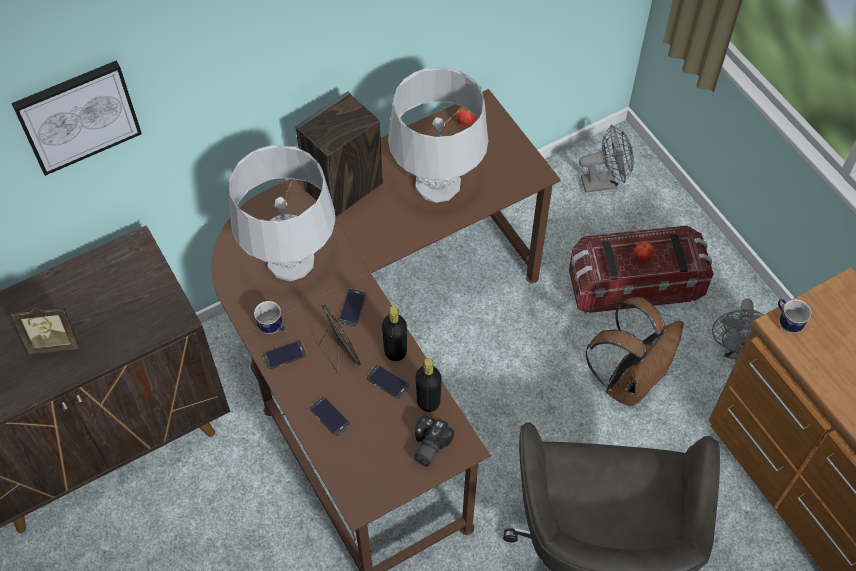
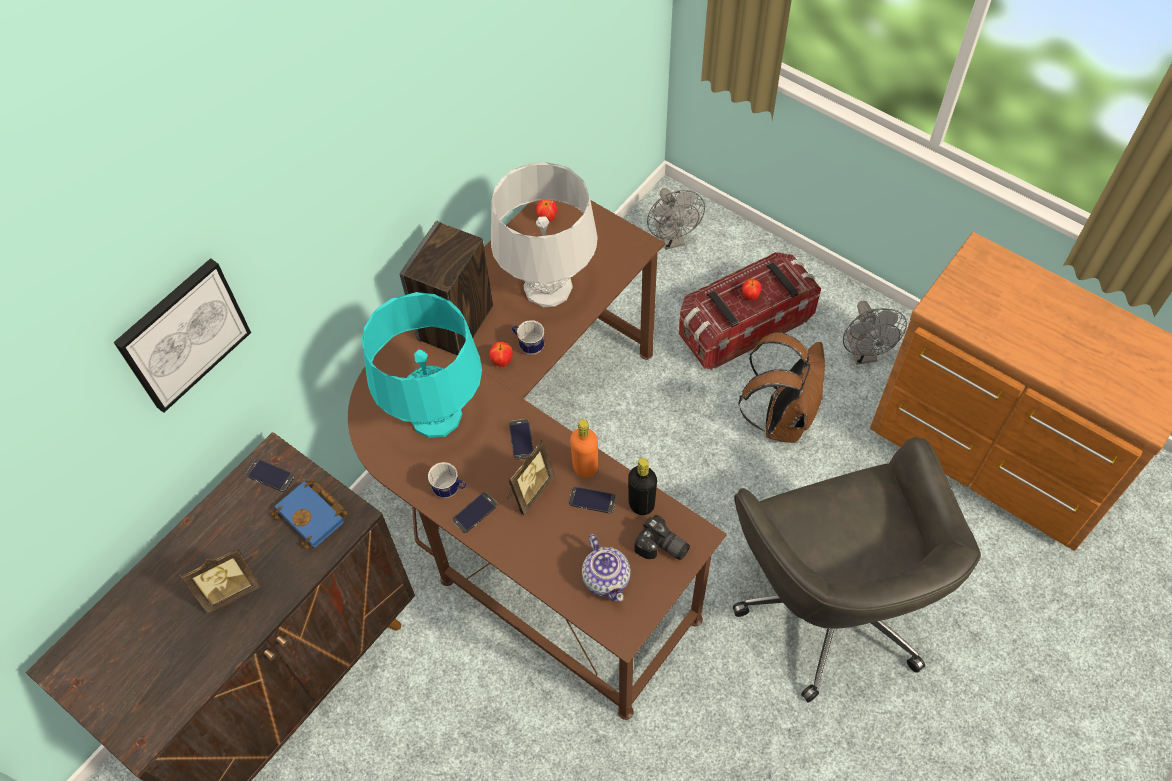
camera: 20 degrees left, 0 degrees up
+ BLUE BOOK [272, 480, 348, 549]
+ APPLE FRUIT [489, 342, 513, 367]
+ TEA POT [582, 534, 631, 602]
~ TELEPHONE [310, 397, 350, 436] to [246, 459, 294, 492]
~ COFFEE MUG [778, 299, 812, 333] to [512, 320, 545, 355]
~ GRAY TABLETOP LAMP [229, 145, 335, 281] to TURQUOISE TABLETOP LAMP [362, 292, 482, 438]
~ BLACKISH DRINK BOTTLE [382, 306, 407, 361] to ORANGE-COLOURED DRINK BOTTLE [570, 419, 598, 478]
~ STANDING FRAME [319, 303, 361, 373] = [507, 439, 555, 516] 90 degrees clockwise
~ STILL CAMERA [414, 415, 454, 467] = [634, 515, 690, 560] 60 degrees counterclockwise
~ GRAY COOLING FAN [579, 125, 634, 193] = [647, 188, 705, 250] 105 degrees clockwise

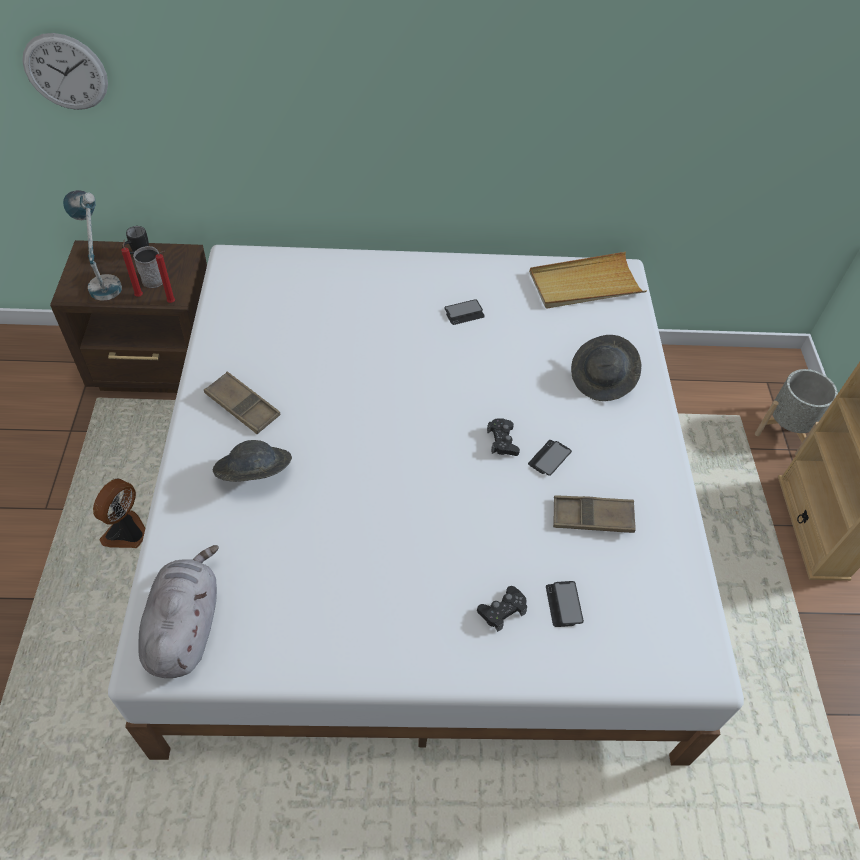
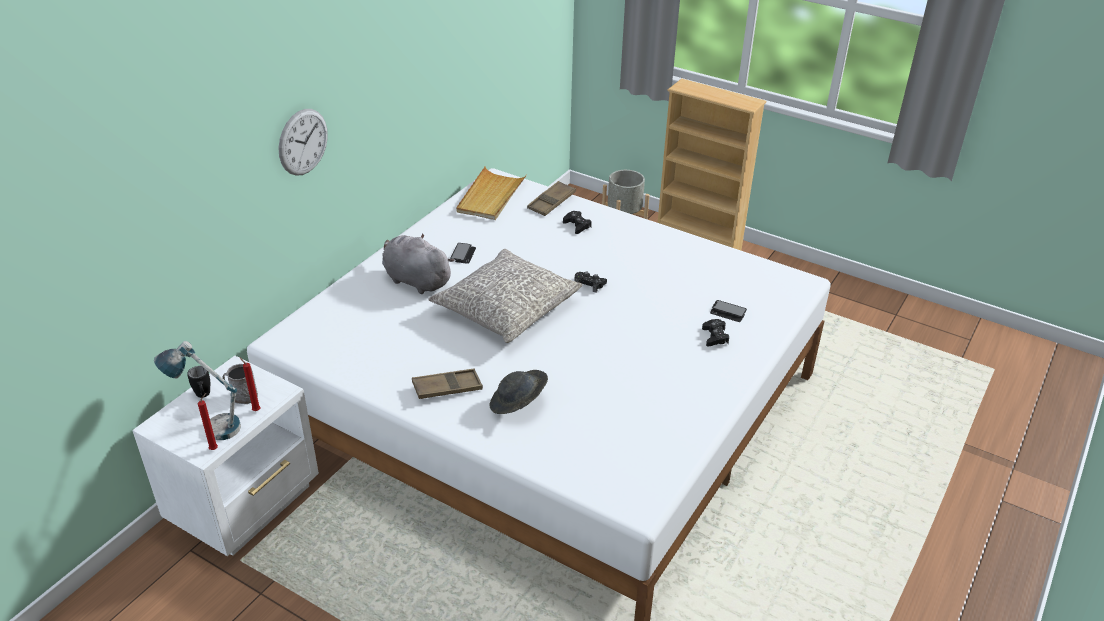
camera: 55 degrees left, 15 degrees down
- COOLING FAN [93, 478, 146, 548]
- TELEPHONE [528, 440, 572, 476]
+ GRAY THROW PILLOW [428, 249, 582, 343]
~ CLOCK ON THE WALL [22, 33, 108, 110] to [279, 109, 328, 176]
~ GRAY PLUSH TOY [138, 545, 219, 678] to [382, 234, 455, 294]
~ RED WAX CANDLE [156, 251, 175, 303] to [198, 393, 218, 450]
~ BROWNISH CARRYING TRAY [553, 495, 636, 533] to [527, 181, 576, 216]
~ GRAY WEARABLE HAT [571, 335, 641, 401] to BLACKISH GAME CONTROLLER [563, 211, 592, 234]
~ BROWNISH NIGHT TABLE [50, 240, 207, 393] to WHITE-COLOURED NIGHT TABLE [132, 356, 319, 556]

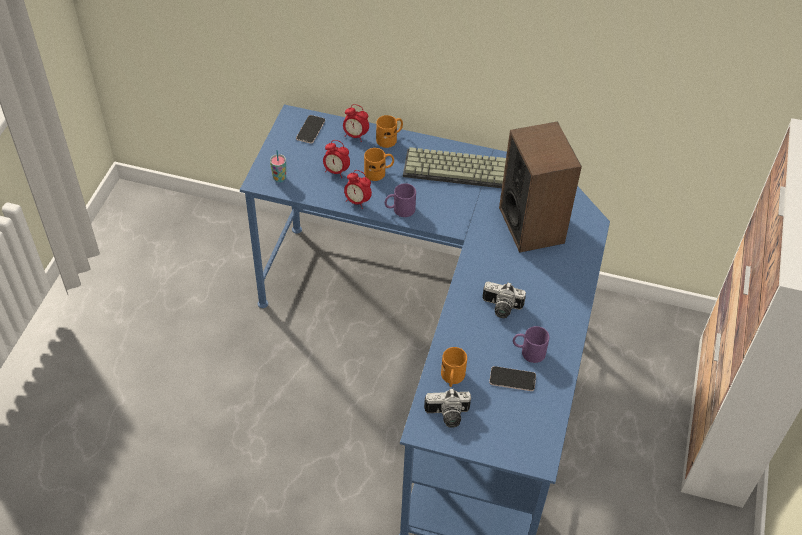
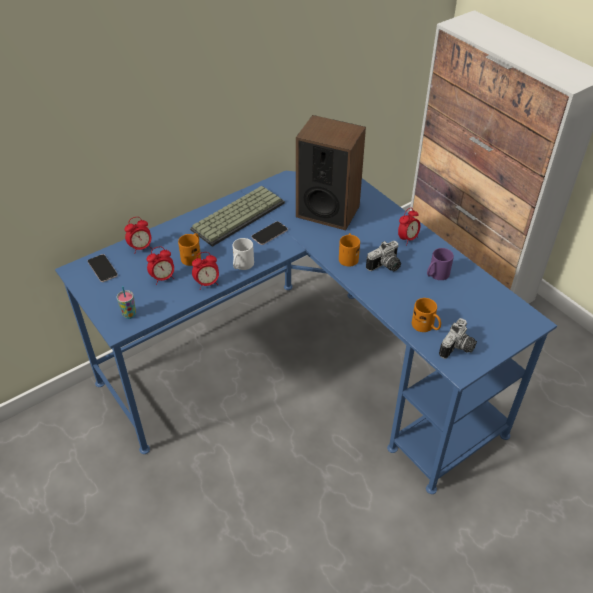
camera: 50 degrees left, 5 degrees down
+ ALARM CLOCK [398, 208, 420, 245]
~ ORANGE-COLOURED COFFEE MUG [376, 115, 403, 148] to [339, 233, 360, 267]
~ TELEPHONE [489, 366, 536, 391] to [252, 221, 288, 245]
~ PURPLISH COFFEE MUG [385, 183, 416, 217] to WHITE-COLOURED COFFEE MUG [233, 238, 254, 270]

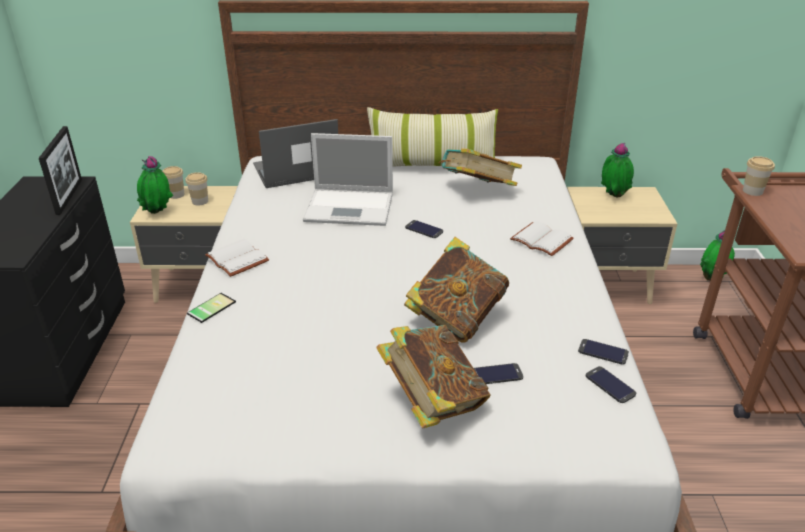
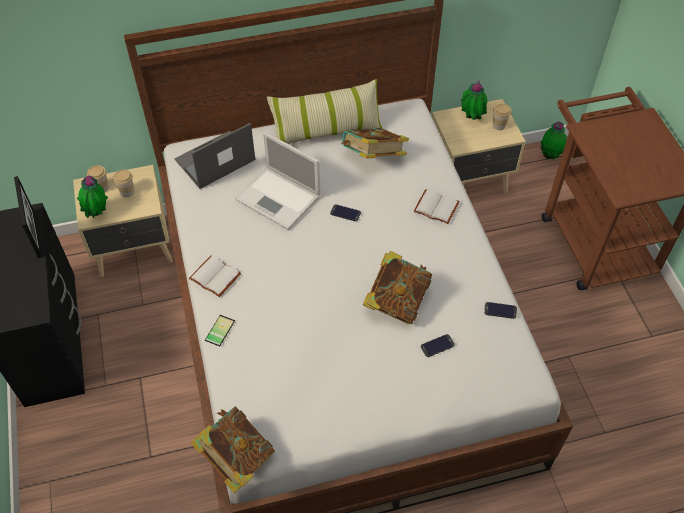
camera: 15 degrees left, 20 degrees up
- TELEPHONE [586, 366, 636, 403]
~ BOOK [376, 325, 491, 428] to [191, 406, 275, 493]
~ SMALL CUP [743, 156, 775, 196] to [493, 103, 511, 130]
~ PORTABLE COMPUTER [303, 133, 393, 226] = [236, 132, 320, 230] 45 degrees clockwise

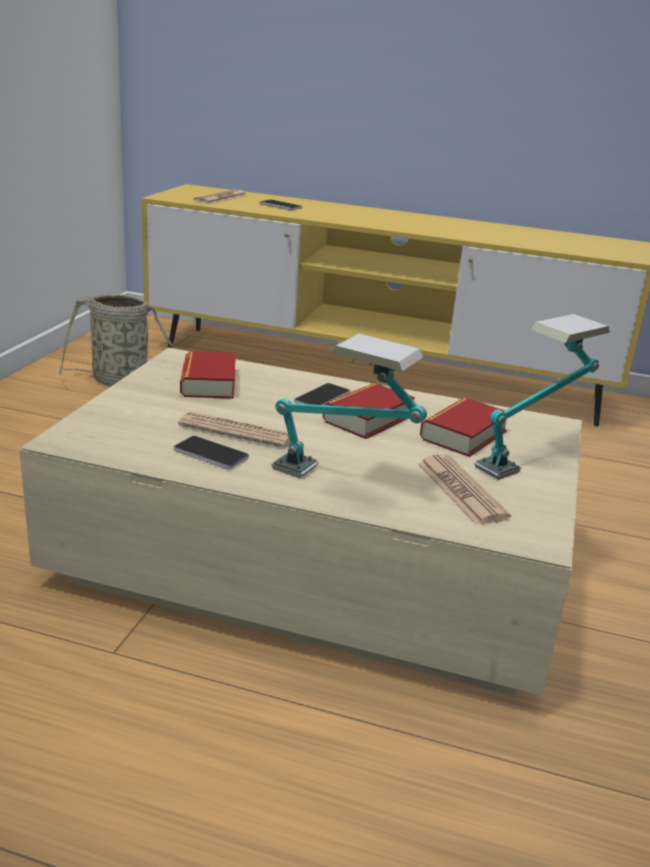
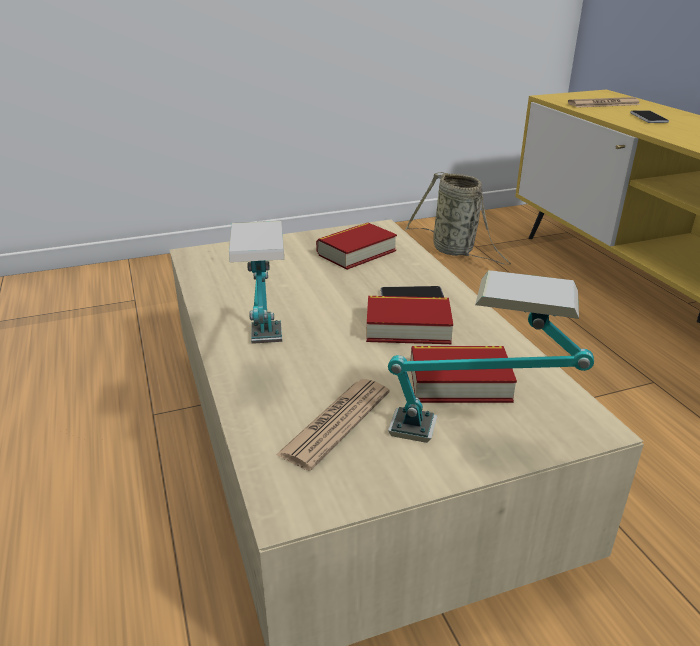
camera: 55 degrees right, 5 degrees up
- TELEPHONE [173, 436, 249, 469]
- NEWSPAPER [178, 412, 290, 448]

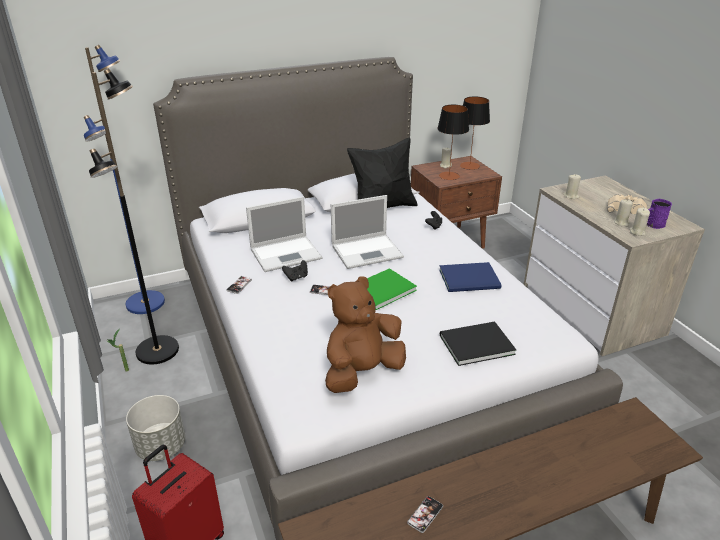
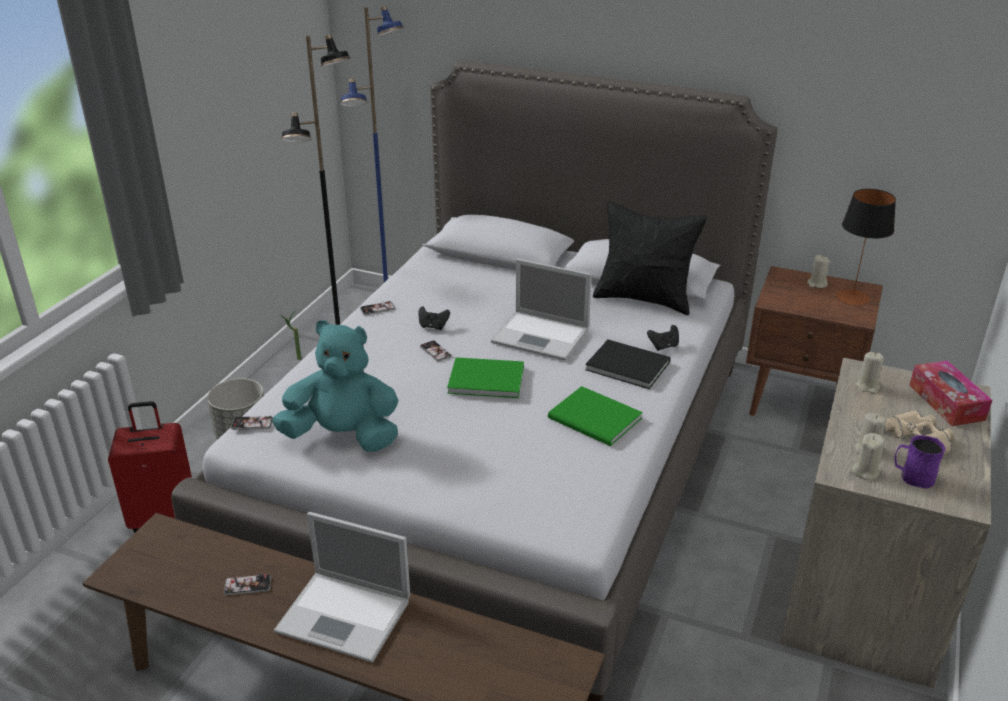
camera: 45 degrees right, 0 degrees up
- TABLETOP LAMP [437, 105, 469, 180]
+ TELEPHONE [231, 415, 273, 430]
+ BOX OF TISSUES [910, 360, 992, 426]
~ PORTABLE COMPUTER [246, 196, 322, 272] to [274, 512, 410, 663]
~ BLACKISH BOOK [440, 321, 516, 366] to [585, 340, 670, 389]
~ BROWNISH PLUSH TOY [325, 276, 406, 393] to TURQUOISE PLUSH TOY [272, 320, 399, 452]
~ BLUE BOOK [439, 262, 501, 292] to GREEN-COLOURED BOOK [548, 386, 643, 446]

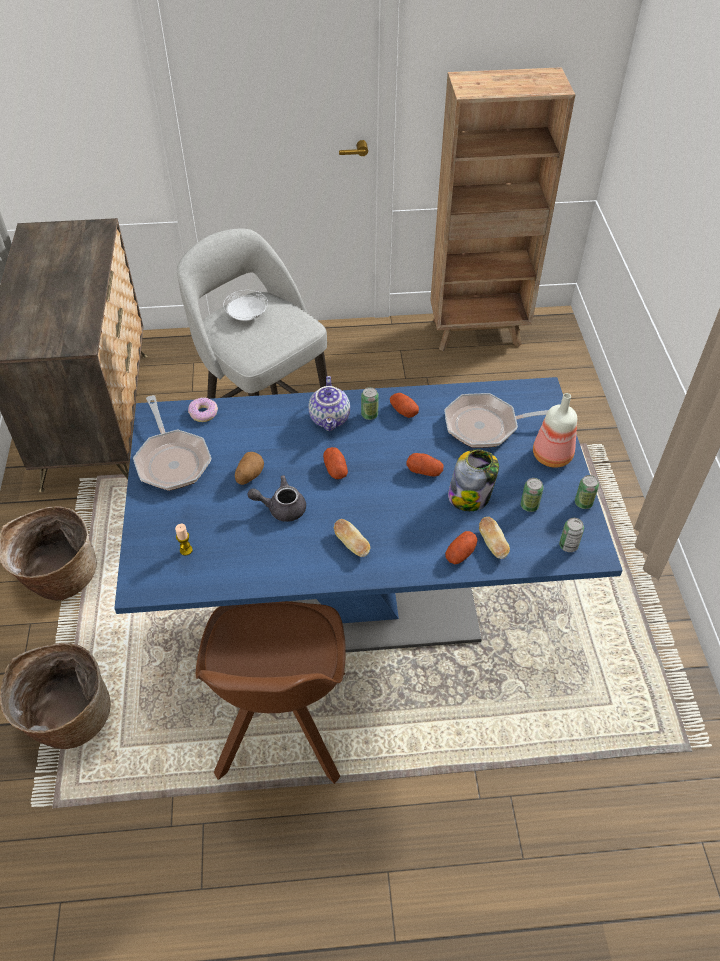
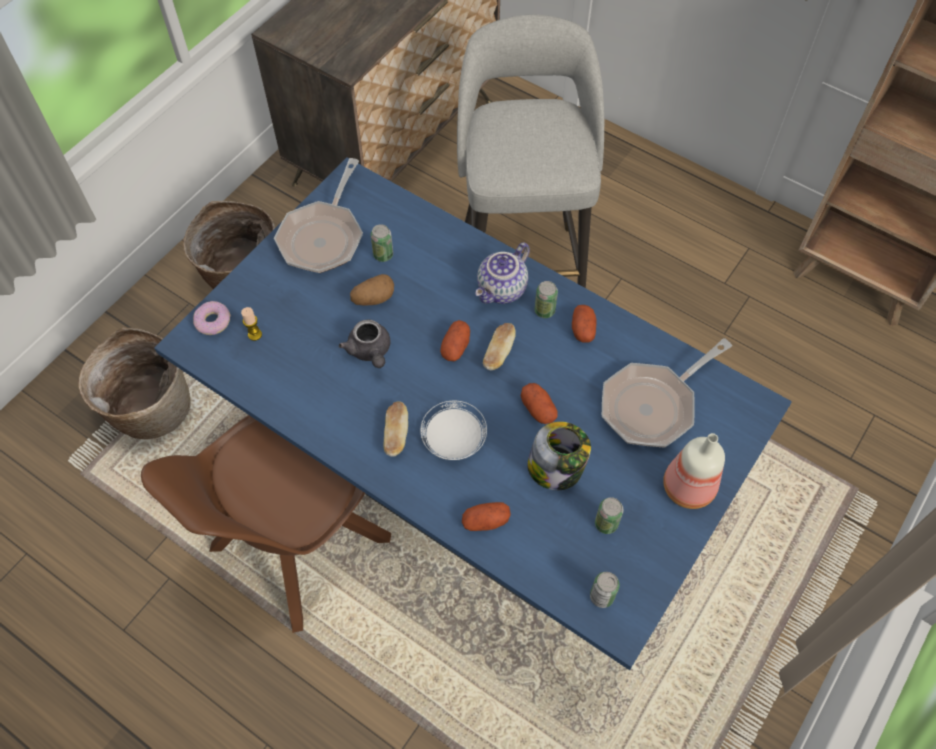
camera: 40 degrees right, 10 degrees up
~ DONUT [188, 397, 218, 422] to [193, 301, 231, 335]
~ WHITE-COLOURED FLAT DISH [223, 290, 268, 320] to [420, 401, 487, 460]
~ BREAD [479, 517, 510, 559] to [483, 323, 516, 370]
~ CAN [575, 475, 599, 509] to [371, 224, 393, 262]
~ GRAY TEA POT [248, 475, 306, 522] = [339, 319, 390, 368] 150 degrees counterclockwise
~ PAN [444, 393, 548, 448] = [602, 338, 732, 448] 75 degrees counterclockwise

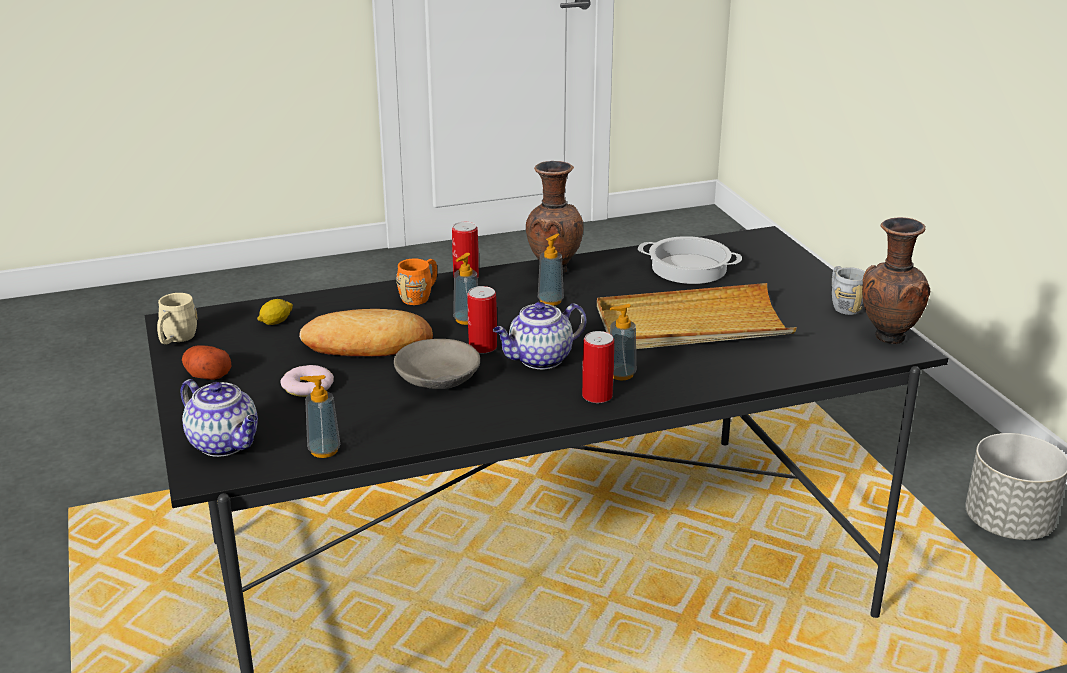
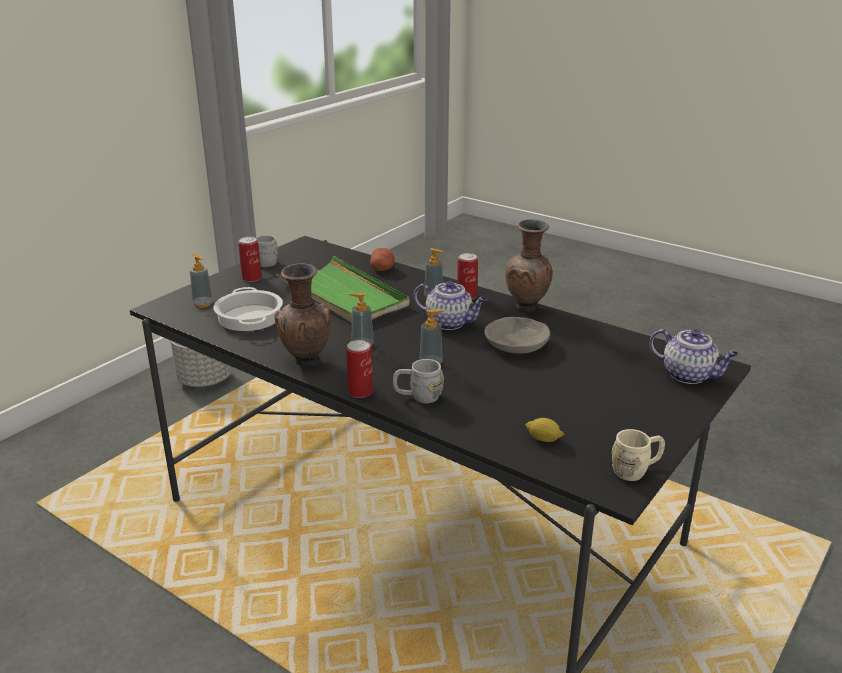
camera: 125 degrees left, 0 degrees up
- DONUT [281, 365, 334, 397]
- BREAD [299, 309, 433, 357]
~ SPUD [182, 345, 231, 380] to [370, 248, 395, 271]
~ LIQUID SOAP BOTTLE [300, 375, 341, 458] to [190, 254, 213, 308]
~ CAN [468, 286, 497, 353] to [238, 237, 261, 282]
~ BROWNISH DECORATIVE VASE [862, 217, 930, 344] to [505, 219, 553, 312]
~ ORANGE-COLOURED COFFEE MUG [396, 258, 437, 305] to GRAY COFFEE MUG [393, 359, 444, 404]
~ BEIGE-COLOURED CARRYING TRAY [597, 283, 797, 349] to GREEN-COLOURED CARRYING TRAY [276, 256, 410, 323]
~ TEA POT [180, 379, 258, 457] = [649, 329, 739, 384] 120 degrees clockwise

